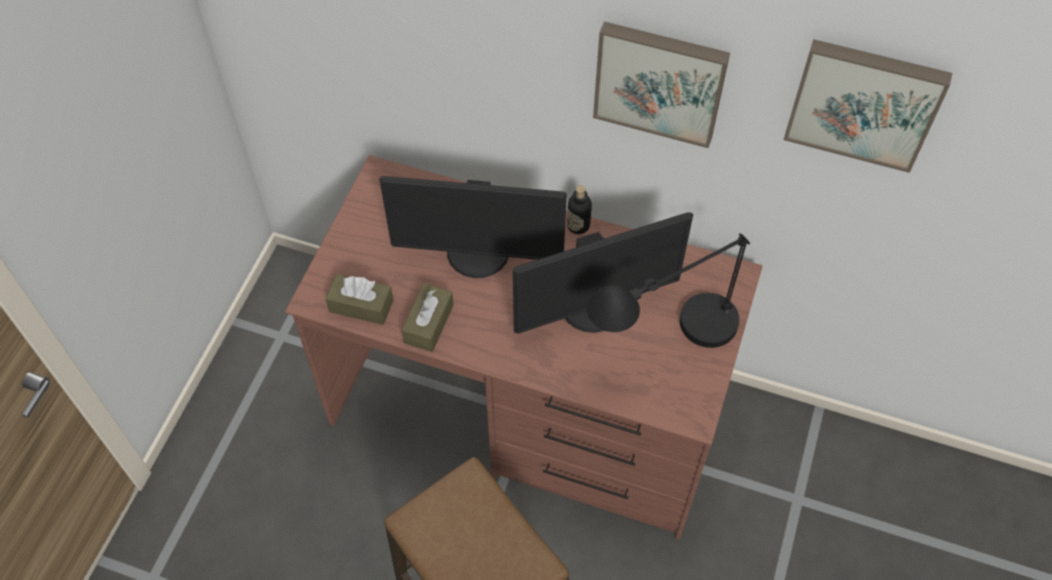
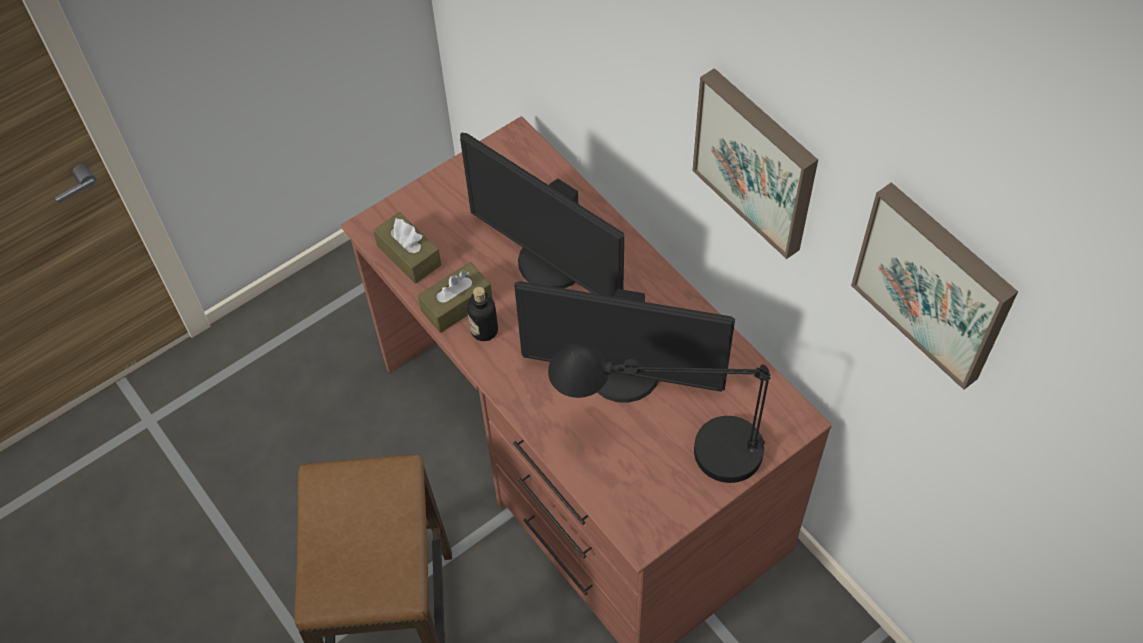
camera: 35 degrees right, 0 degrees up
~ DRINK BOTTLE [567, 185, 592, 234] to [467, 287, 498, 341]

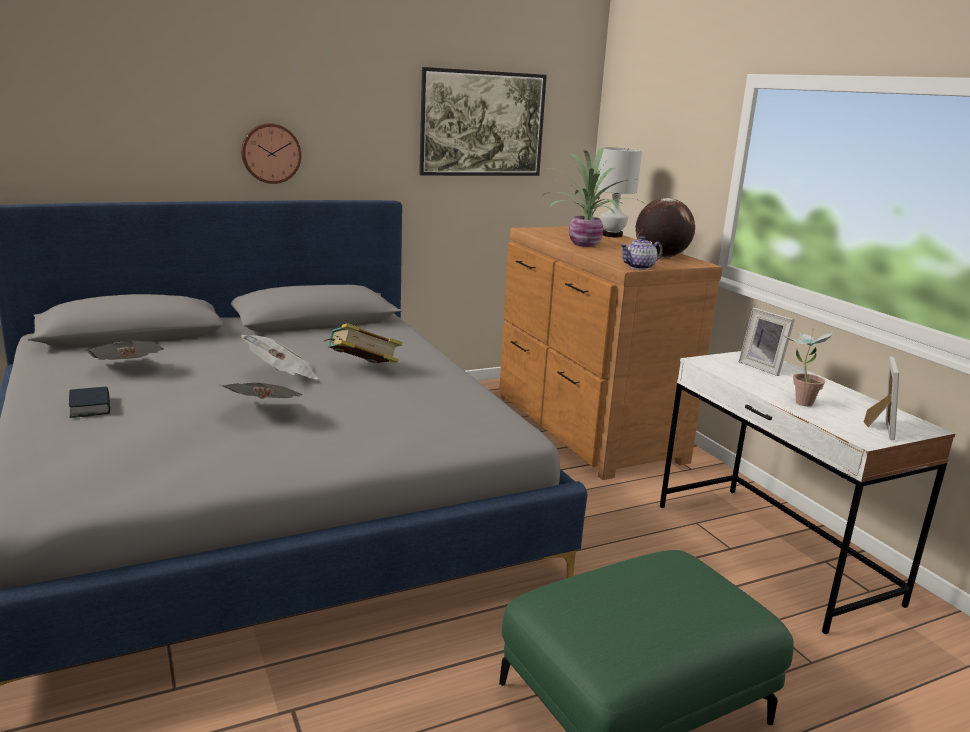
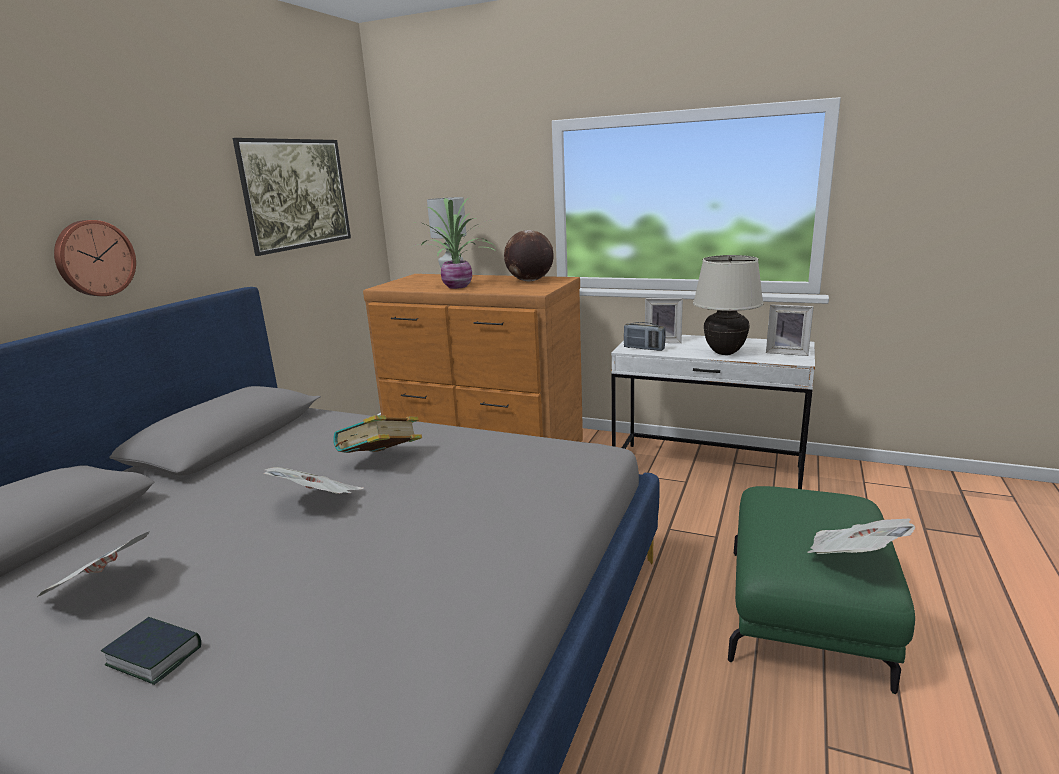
camera: 40 degrees left, 0 degrees up
- TEA POT [620, 236, 663, 270]
+ RADIO RECEIVER [624, 322, 666, 351]
~ NEWSPAPER [219, 383, 303, 399] to [808, 519, 915, 554]
~ HOUSEPLANT [785, 328, 832, 406] to BEIGE-COLOURED TABLETOP LAMP [693, 255, 764, 355]
~ STANDING FRAME [864, 356, 899, 440] = [766, 304, 814, 356] 135 degrees clockwise

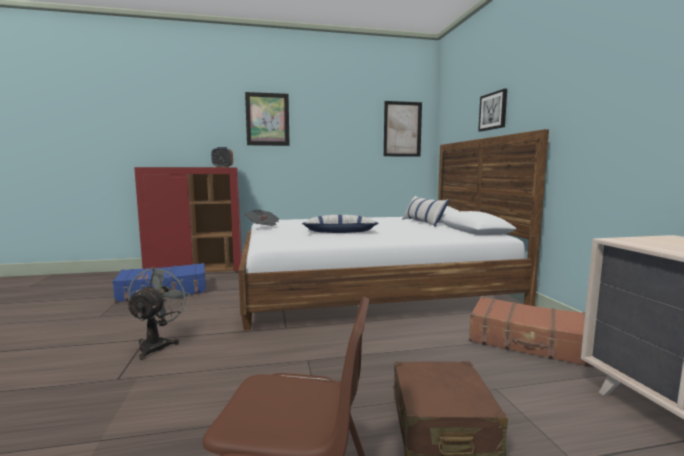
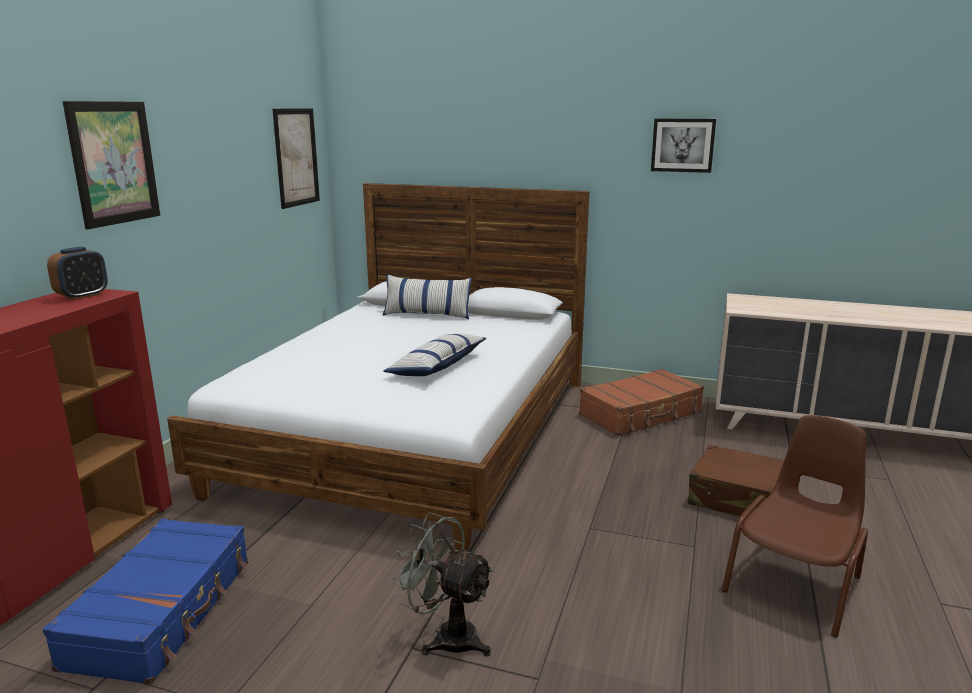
camera: 60 degrees left, 10 degrees up
- NEWSPAPER [244, 210, 279, 226]
~ WALL PICTURE [478, 89, 507, 131] to [651, 119, 716, 173]

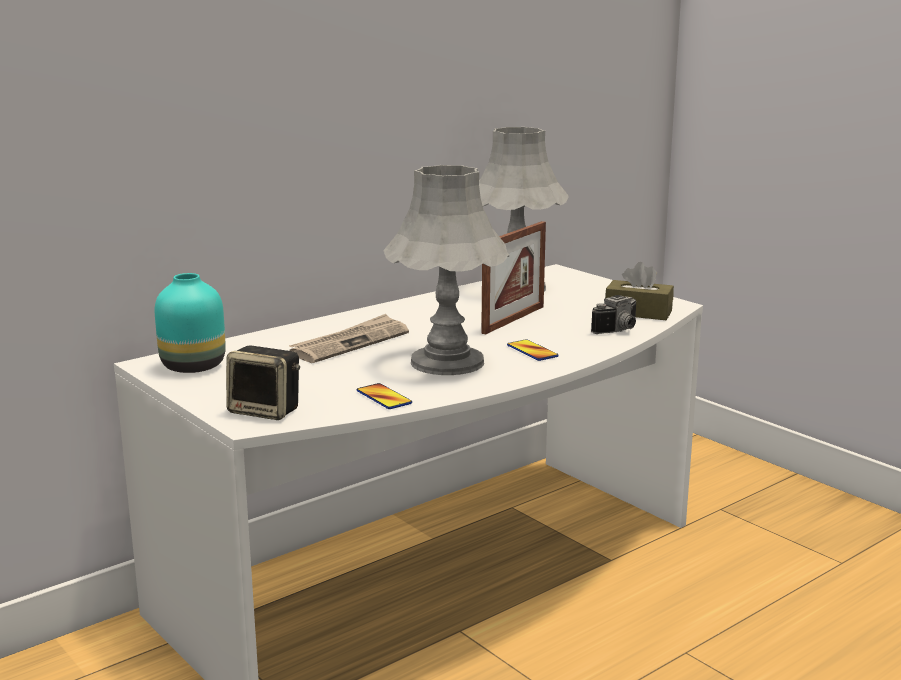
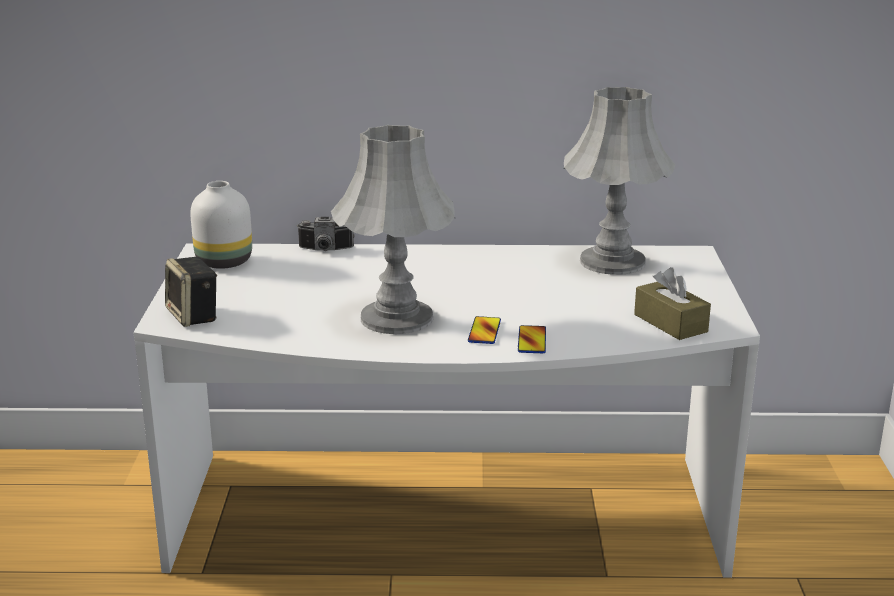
camera: 40 degrees right, 5 degrees up
- NEWSPAPER [289, 314, 409, 363]
- STANDING FRAME [481, 221, 546, 334]
~ TELEPHONE [357, 383, 412, 409] to [518, 325, 546, 353]
~ STILL CAMERA [591, 295, 636, 334] to [297, 217, 354, 251]
~ TURQUOISE DECORATIVE VASE [155, 273, 226, 373] to WHITE-COLOURED DECORATIVE VASE [190, 181, 252, 269]

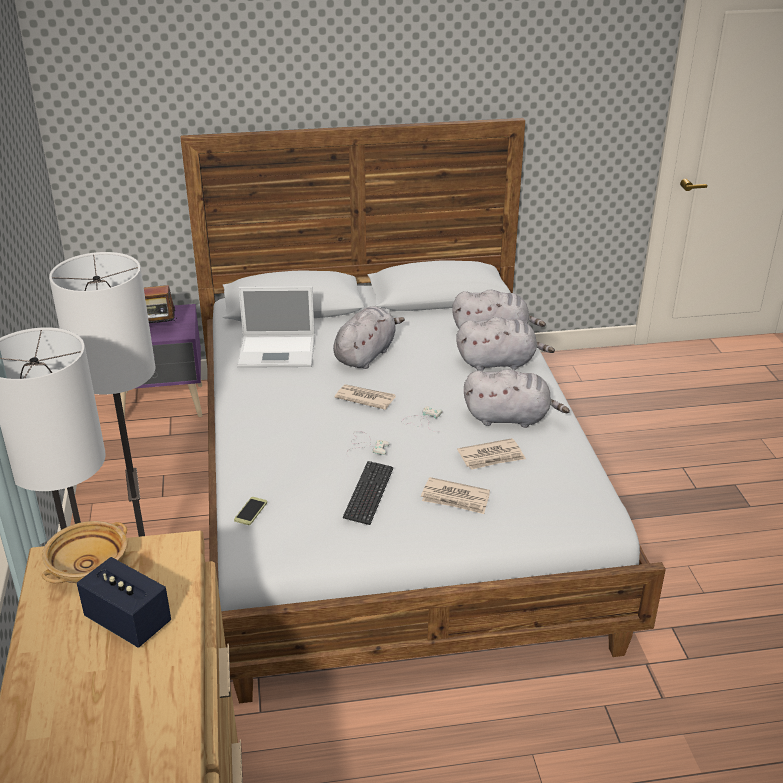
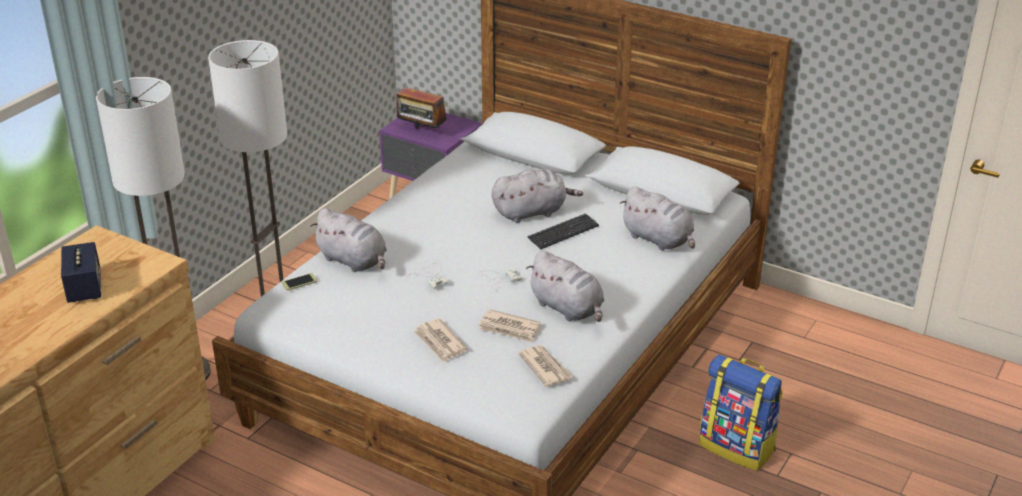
camera: 40 degrees right, 0 degrees up
- BEIGE-COLOURED BOWL [42, 521, 127, 583]
- PORTABLE COMPUTER [237, 286, 315, 368]
+ BACKPACK [699, 355, 783, 471]
~ NEWSPAPER [335, 384, 396, 410] to [518, 345, 573, 387]
~ KEYBOARD [343, 461, 393, 525] to [527, 213, 599, 249]
~ GRAY PLUSH TOY [456, 317, 555, 371] to [310, 208, 387, 272]

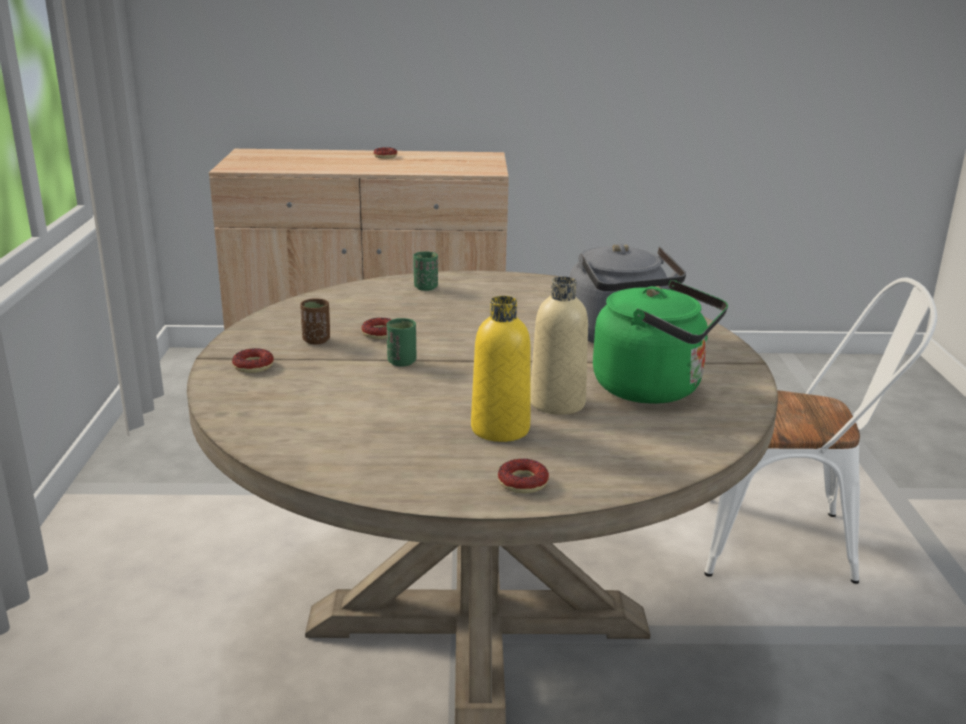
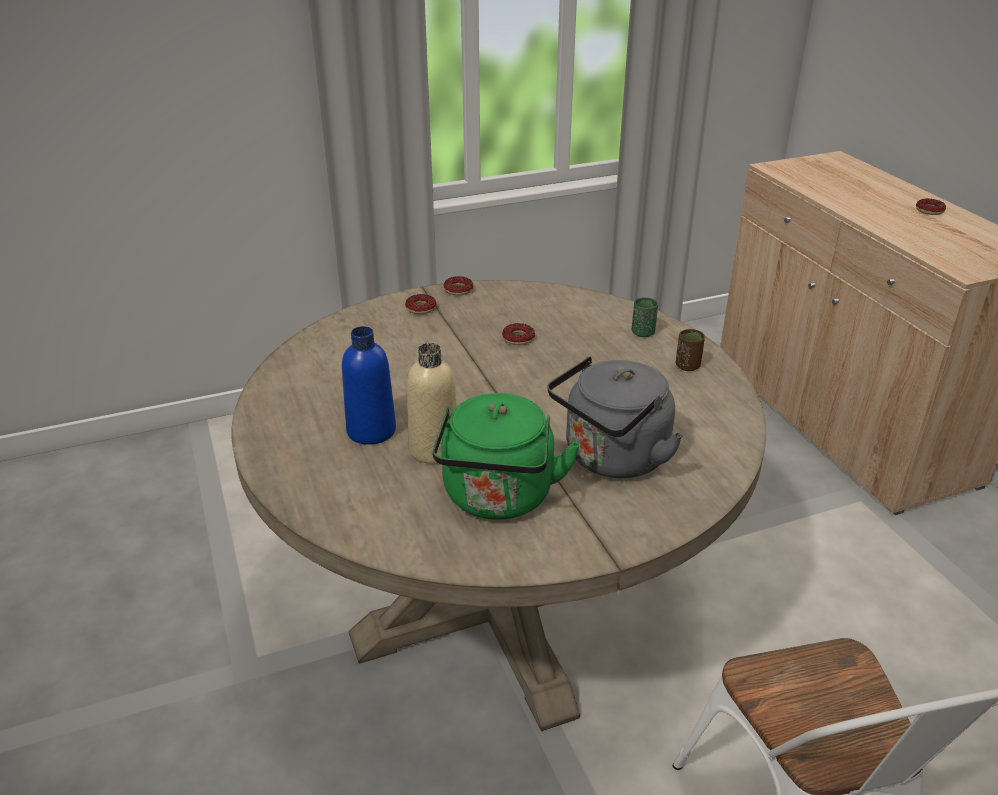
camera: 70 degrees right, 10 degrees up
- GREEN-COLOURED SMALL CUP [387, 318, 416, 367]
~ BROWNISH SMALL CUP [300, 298, 330, 345] to [676, 329, 705, 371]
~ DONUT [498, 459, 549, 494] to [443, 276, 473, 296]
~ YELLOWISH DRINK BOTTLE [471, 296, 531, 442] to BLUE DRINK BOTTLE [342, 326, 396, 445]

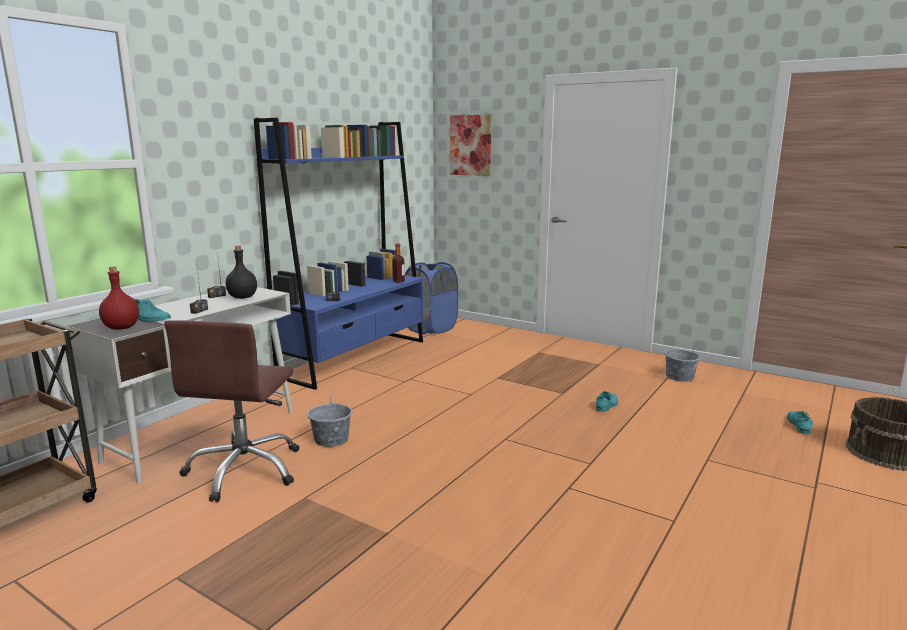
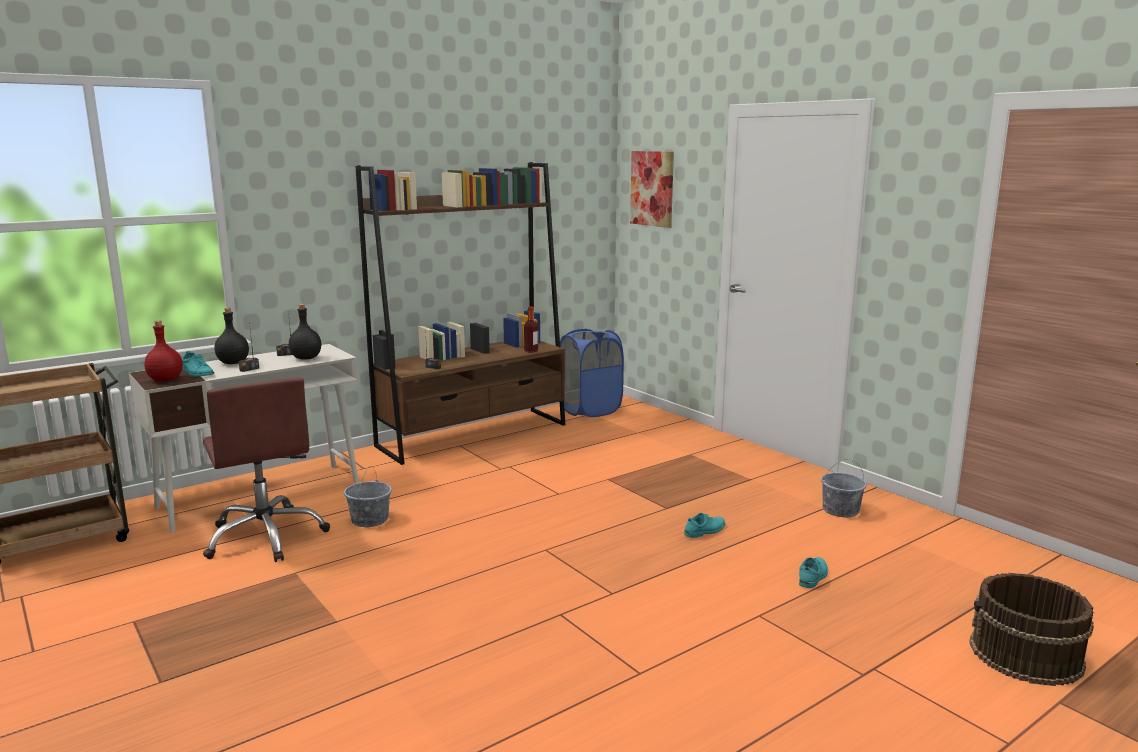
camera: 20 degrees right, 0 degrees up
+ BLACKISH DRINK BOTTLE [215, 308, 249, 364]
~ TURQUOISE ITEM OF FOOTWEAR [787, 411, 813, 434] to [799, 557, 828, 588]
~ BLUE SHELVING UNIT [254, 118, 423, 390] to BROWNISH SHELVING UNIT [356, 162, 565, 465]
~ BROWNISH COMPUTER CHAIR [164, 320, 299, 502] = [203, 377, 330, 562] 60 degrees counterclockwise

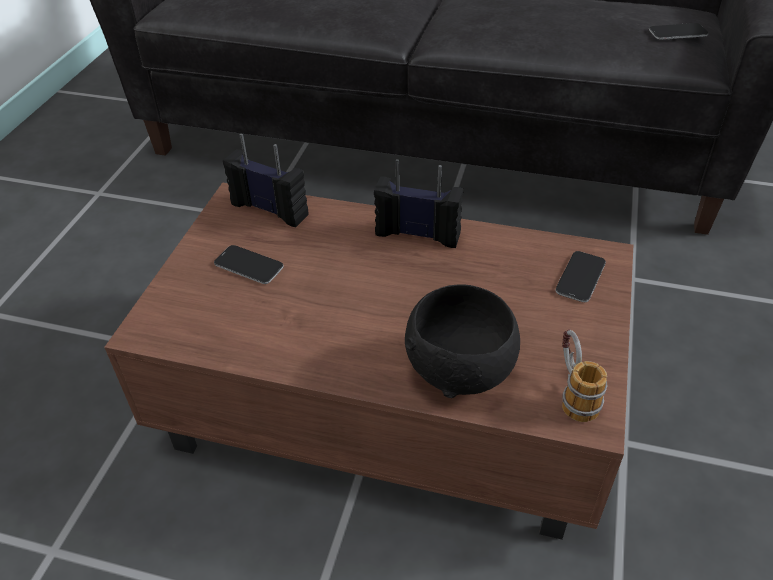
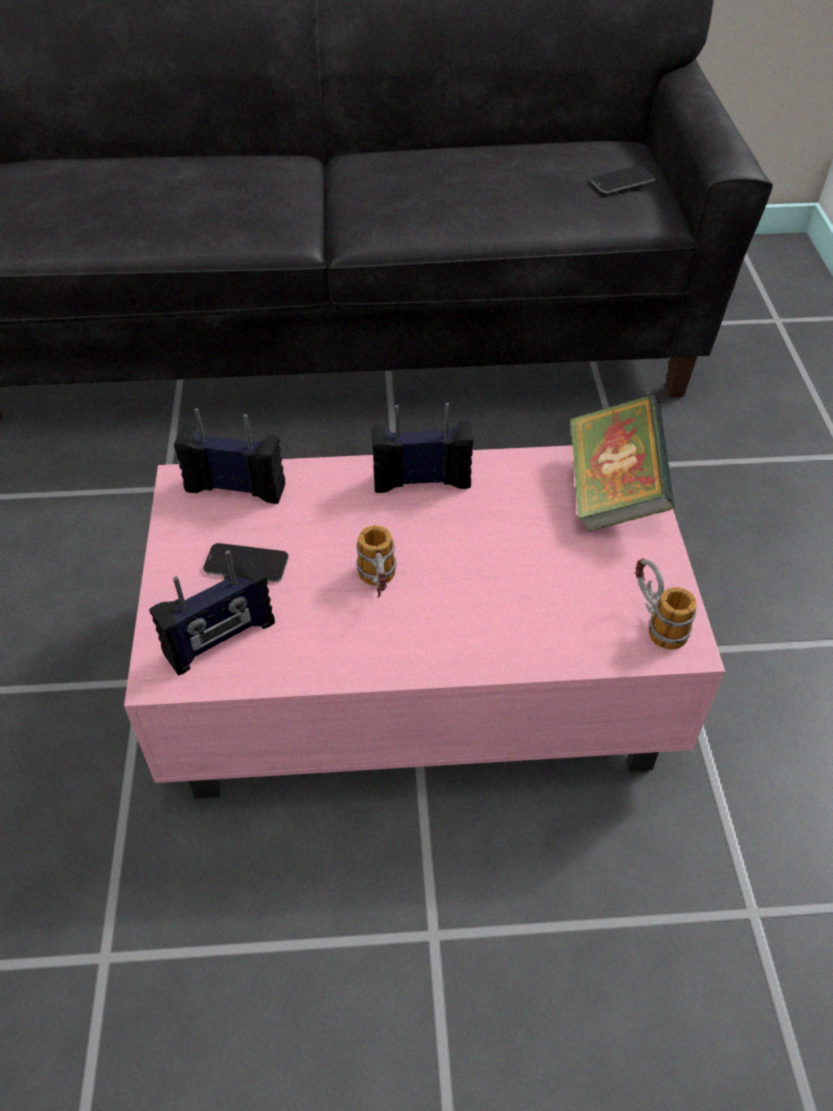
camera: 20 degrees left, 5 degrees up
- BLACKISH BOWL [405, 284, 520, 398]
+ RADIO RECEIVER [149, 550, 275, 676]
+ COFFEE MUG [356, 525, 396, 598]
~ TELEPHONE [556, 251, 606, 302] to BOOK [570, 394, 675, 532]
~ BROWNISH LOUNGE TABLE [104, 183, 633, 540] to PINKISH LOUNGE TABLE [124, 445, 725, 799]

